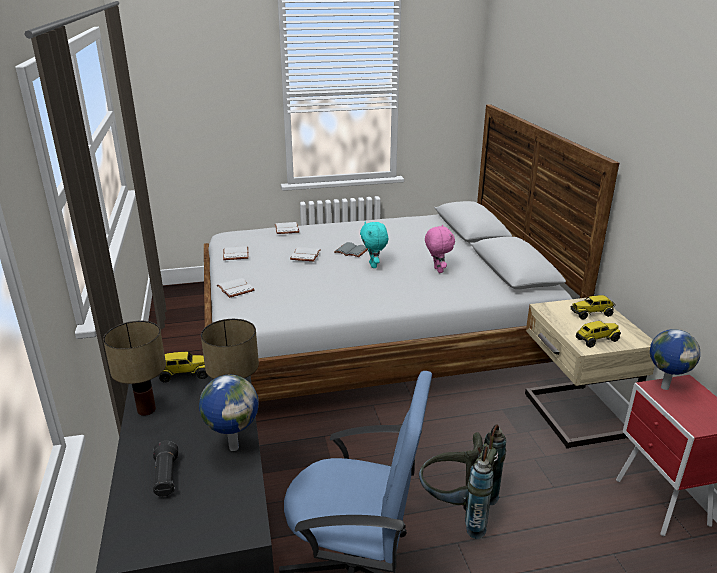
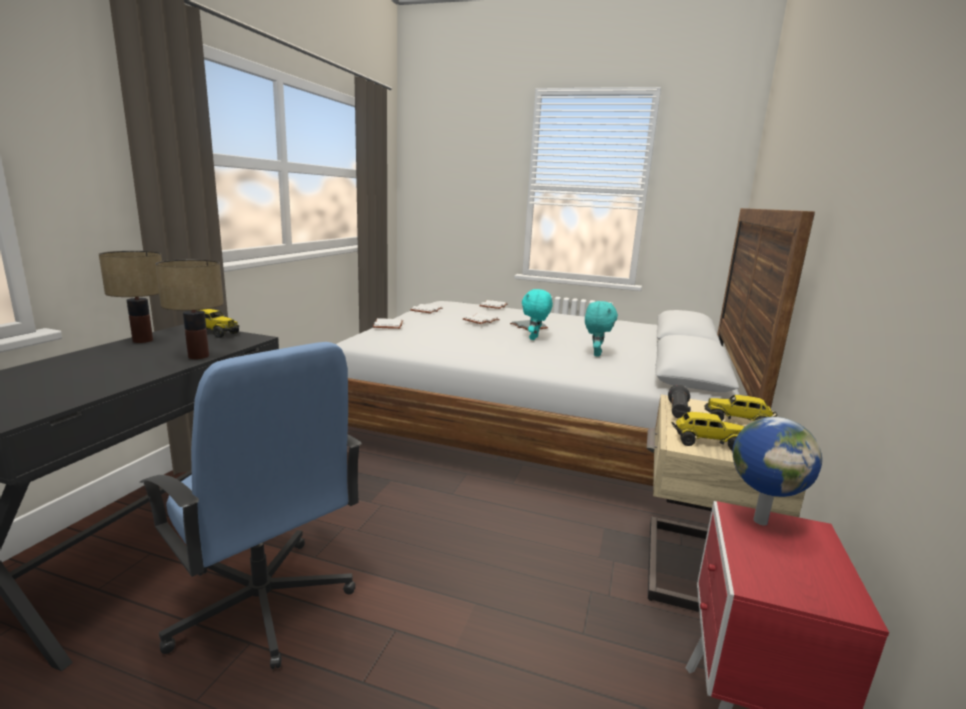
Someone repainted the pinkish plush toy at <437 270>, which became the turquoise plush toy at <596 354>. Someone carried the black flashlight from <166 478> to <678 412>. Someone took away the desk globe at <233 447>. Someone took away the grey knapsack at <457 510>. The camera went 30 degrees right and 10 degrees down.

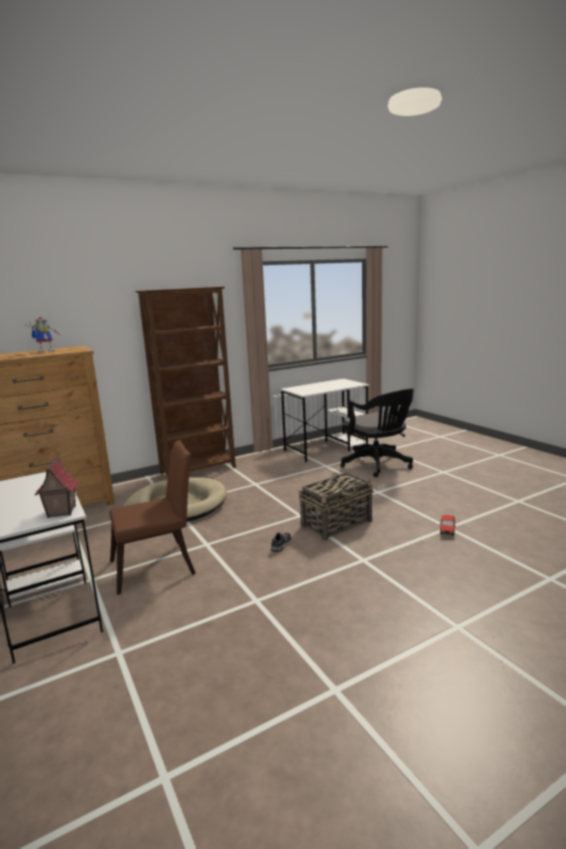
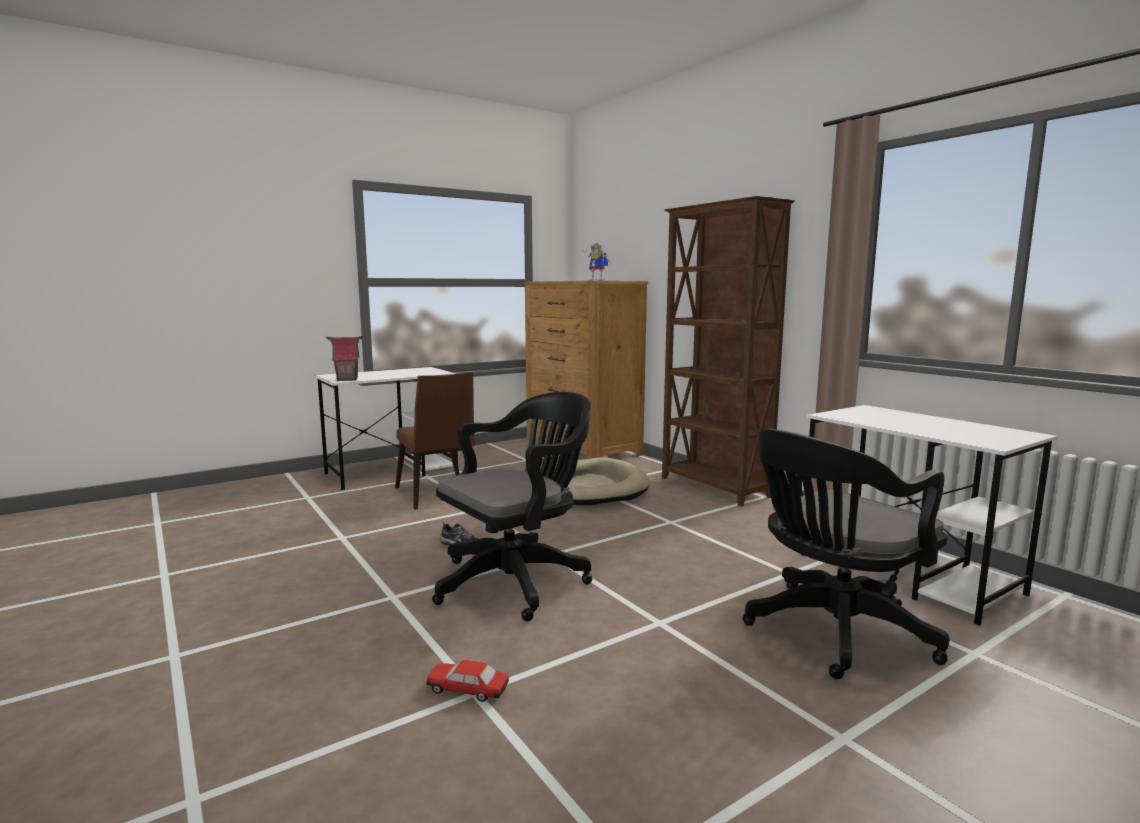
Someone swapped the storage basket at <337 523> for the black computer chair at <517 580>. The camera went 85 degrees right and 5 degrees down.

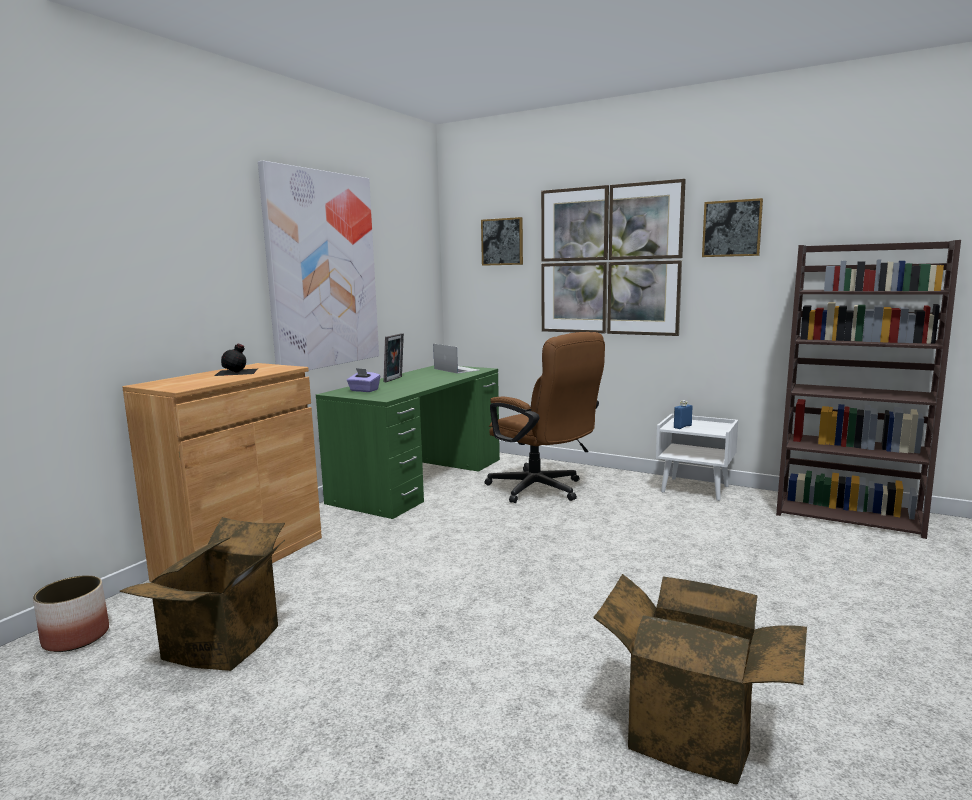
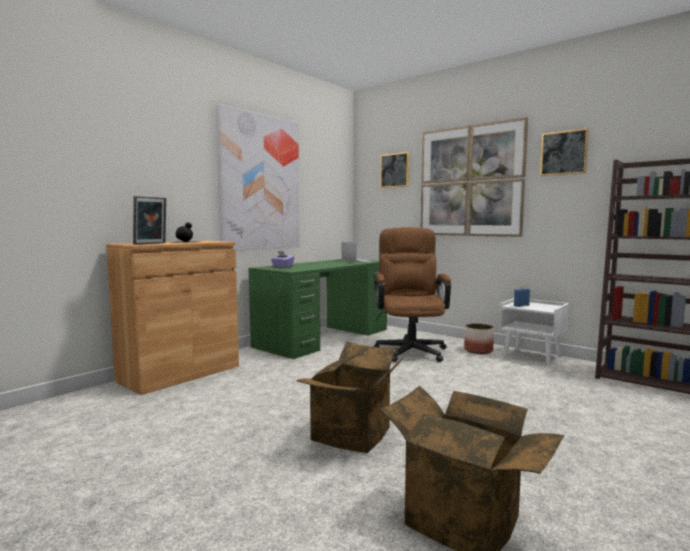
Someone carried the picture frame from <394 379> to <151 244>. Someone carried the cardboard box from <225 644> to <354 435>. Someone rotated the brown computer chair at <542 490> by 150 degrees counterclockwise. Someone carried the plant pot from <76 637> to <478 351>. The camera went 10 degrees right and 5 degrees down.

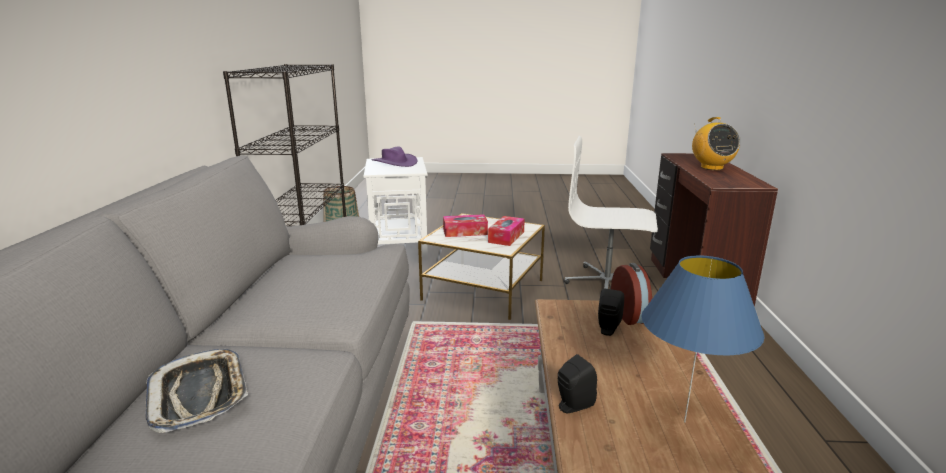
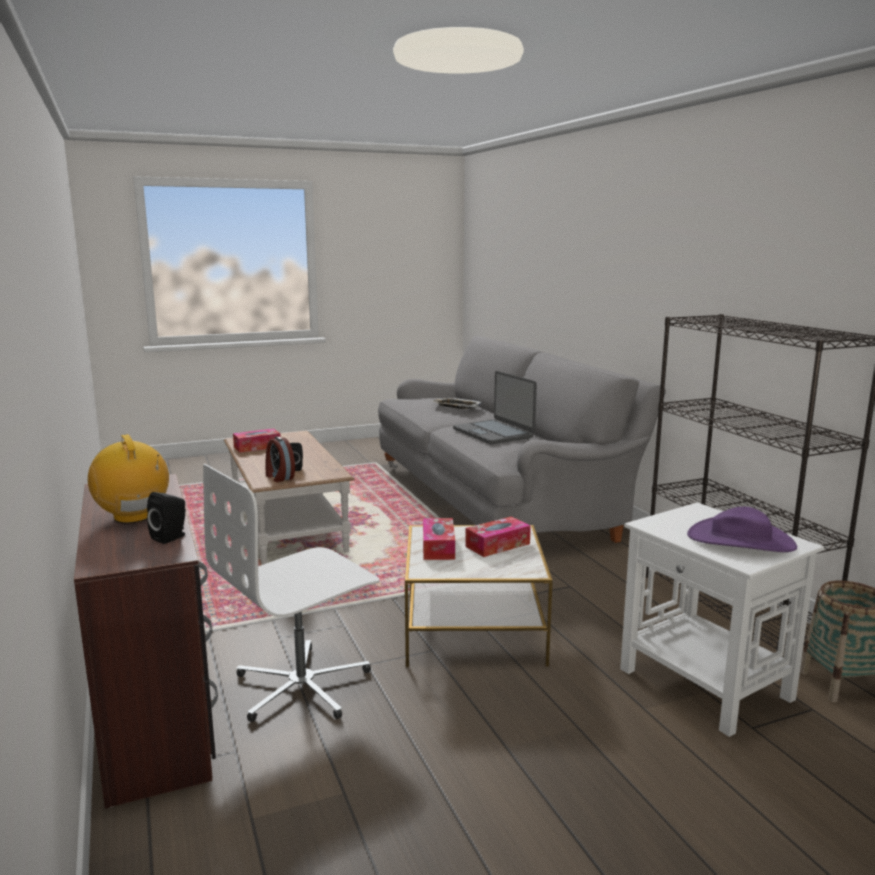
Someone carried the black speaker from <572 406> to <171 537>. Someone rotated the whitish computer chair at <607 283> by 150 degrees clockwise. Someone swapped the blue lamp for a table at <684 422> for the tissue box at <257 447>. Someone put down the portable computer at <494 433>. The camera went 155 degrees right and 5 degrees down.

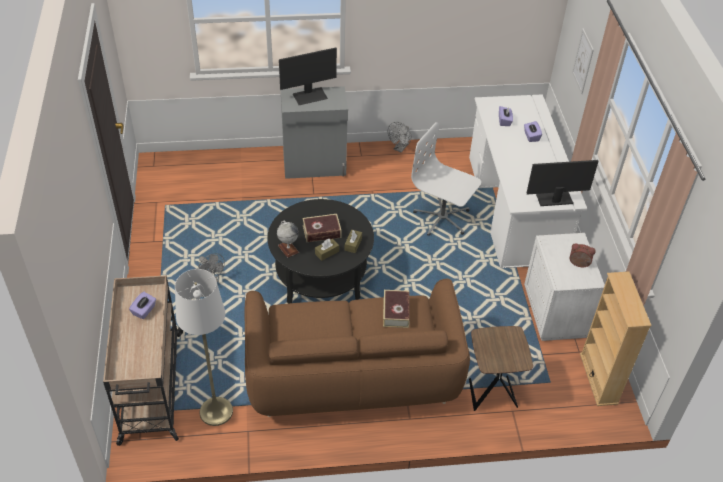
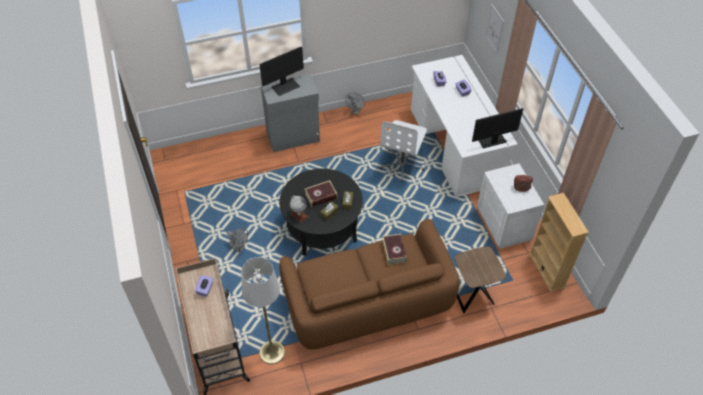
Someone rotated the whitish computer chair at <442 218> by 90 degrees counterclockwise. The camera went 10 degrees left and 5 degrees up.

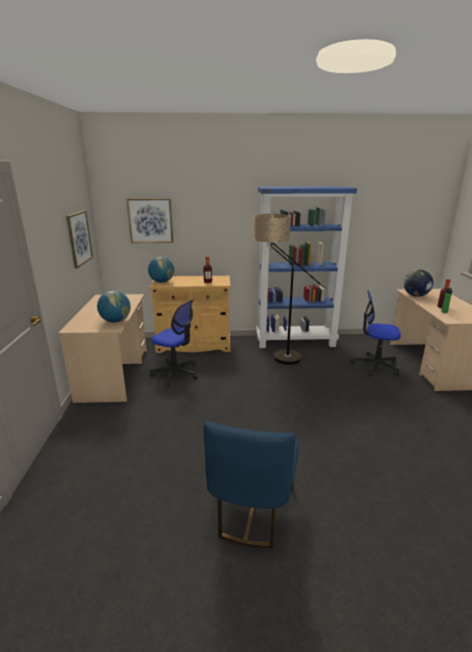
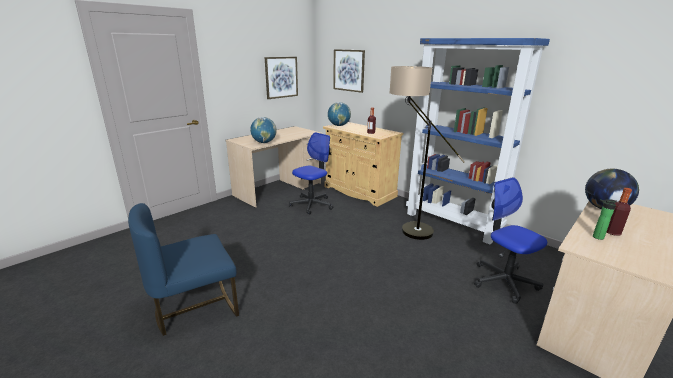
Someone rotated the computer chair at <176 373> by 120 degrees counterclockwise. The camera went 45 degrees right and 0 degrees up.

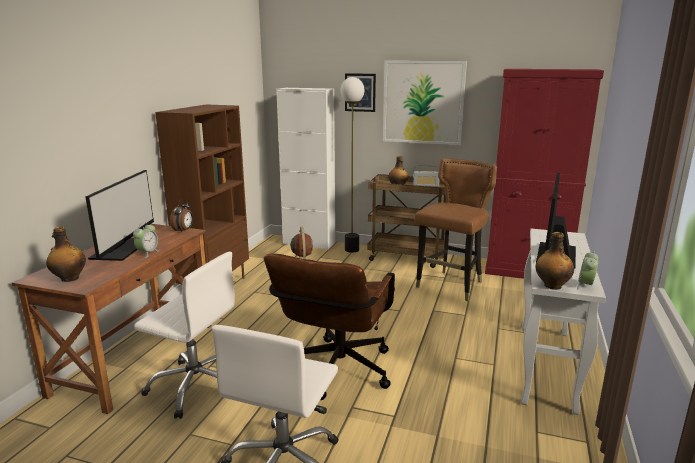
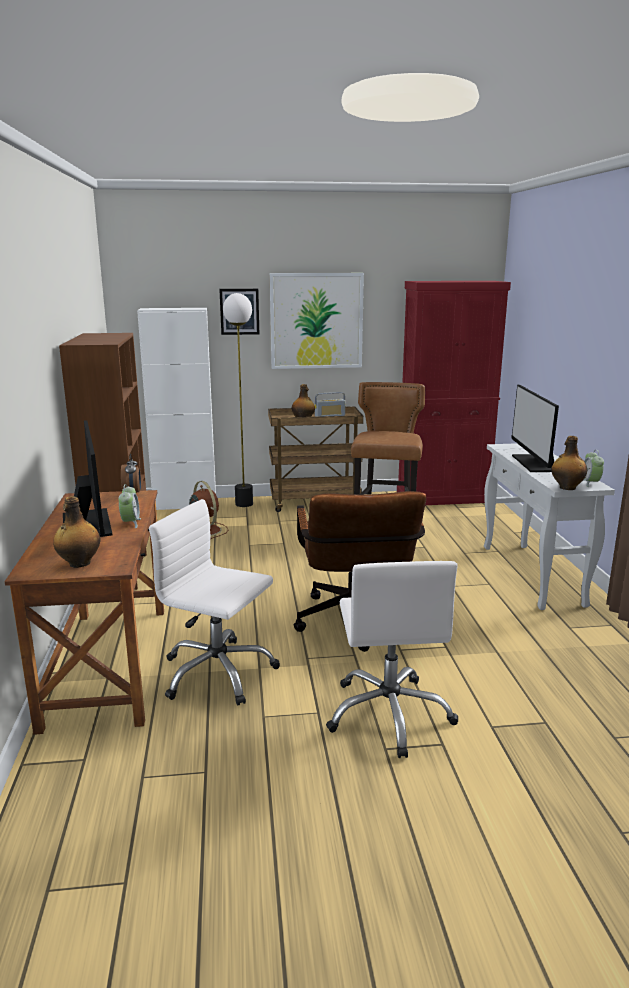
Someone rotated the whitish computer chair at <196 386> by 150 degrees counterclockwise. The camera went 25 degrees left and 0 degrees up.

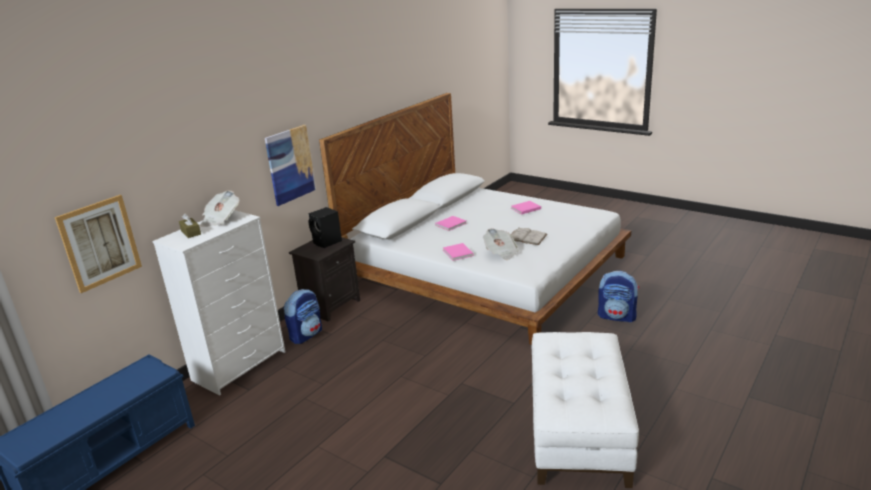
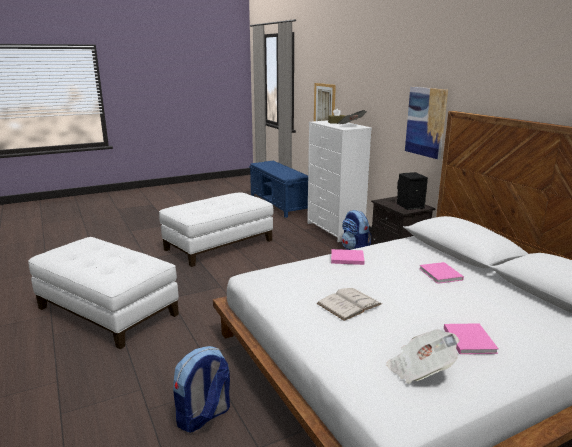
Someone put down the whitish ottoman at <219 245>. Someone carried the newspaper from <501 253> to <420 370>. The camera went 115 degrees right and 5 degrees down.

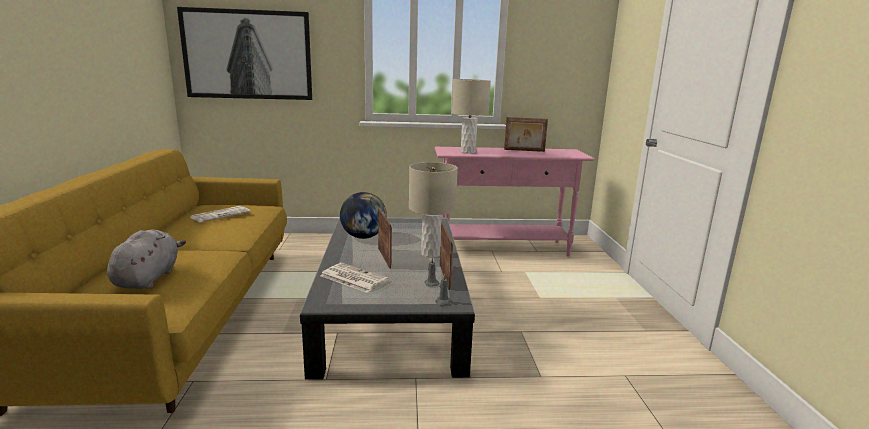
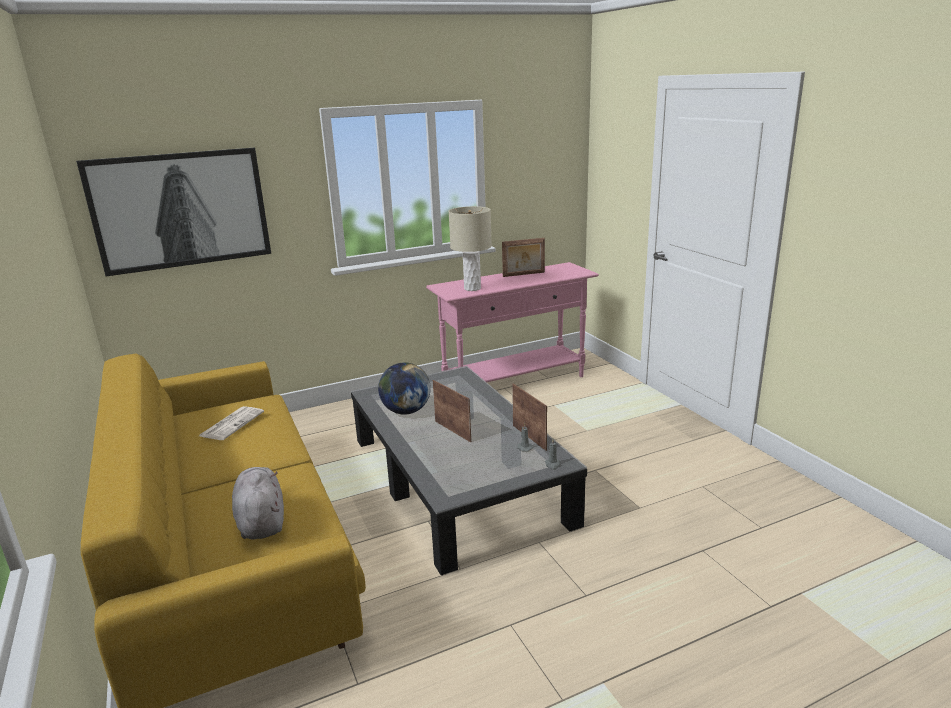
Someone took away the newspaper at <352 278>. Someone took away the beige lamp for a table at <430 254>. The camera went 20 degrees left and 5 degrees up.

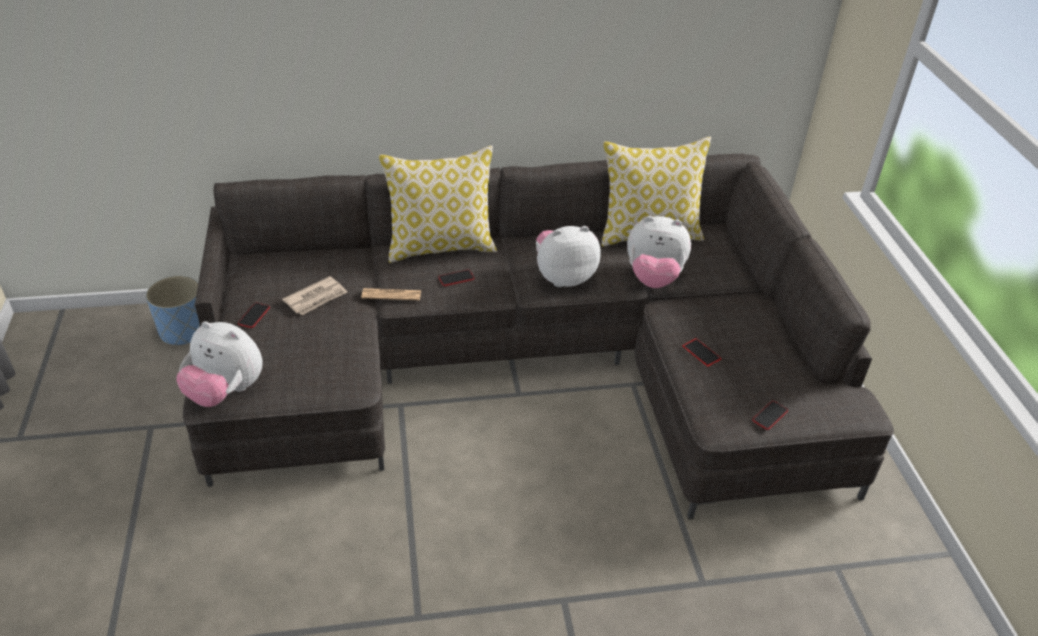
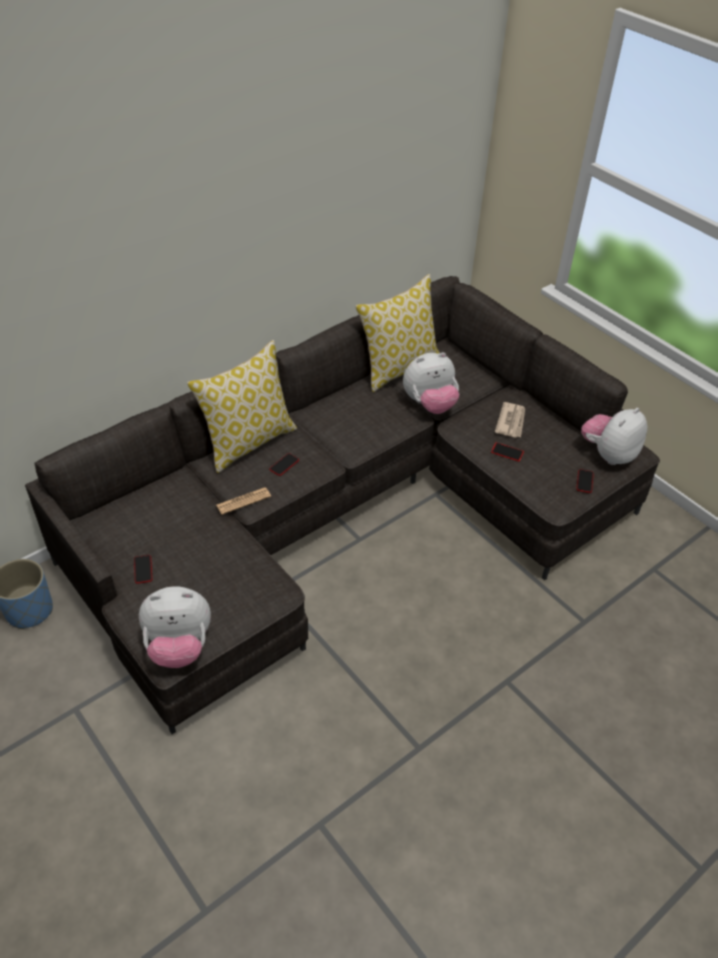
Someone carried the newspaper from <316 298> to <511 422>. Someone carried the plush toy from <563 277> to <608 454>. The camera went 30 degrees left and 5 degrees up.

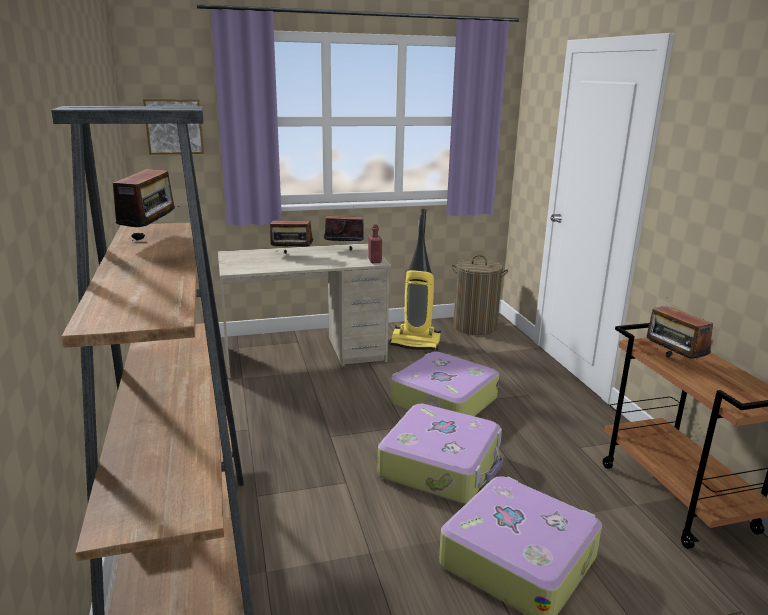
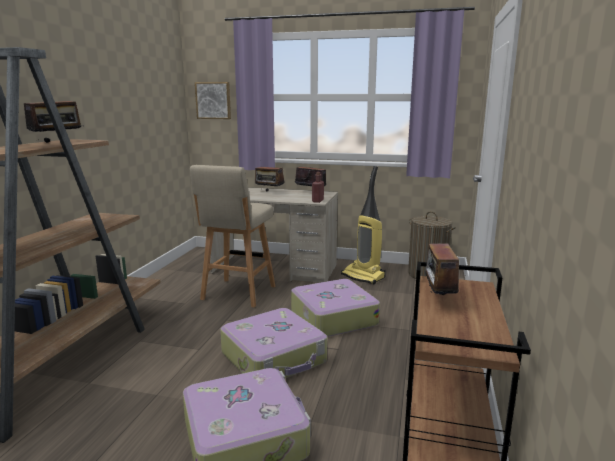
Someone put down the beige stool seat at <237 294>. The camera went 30 degrees right and 5 degrees down.

